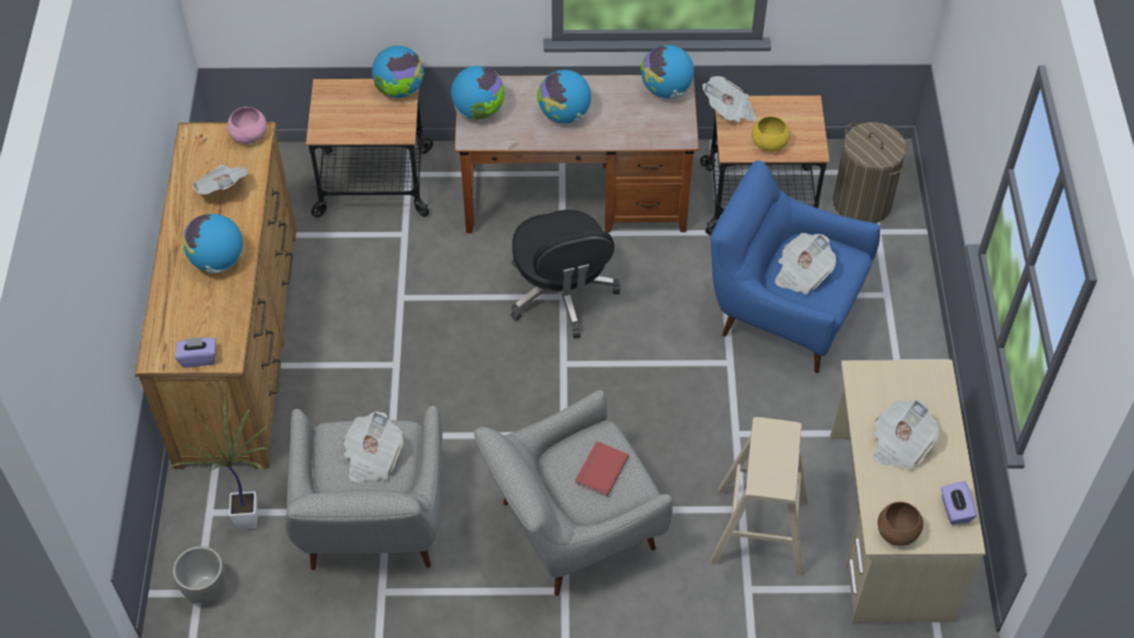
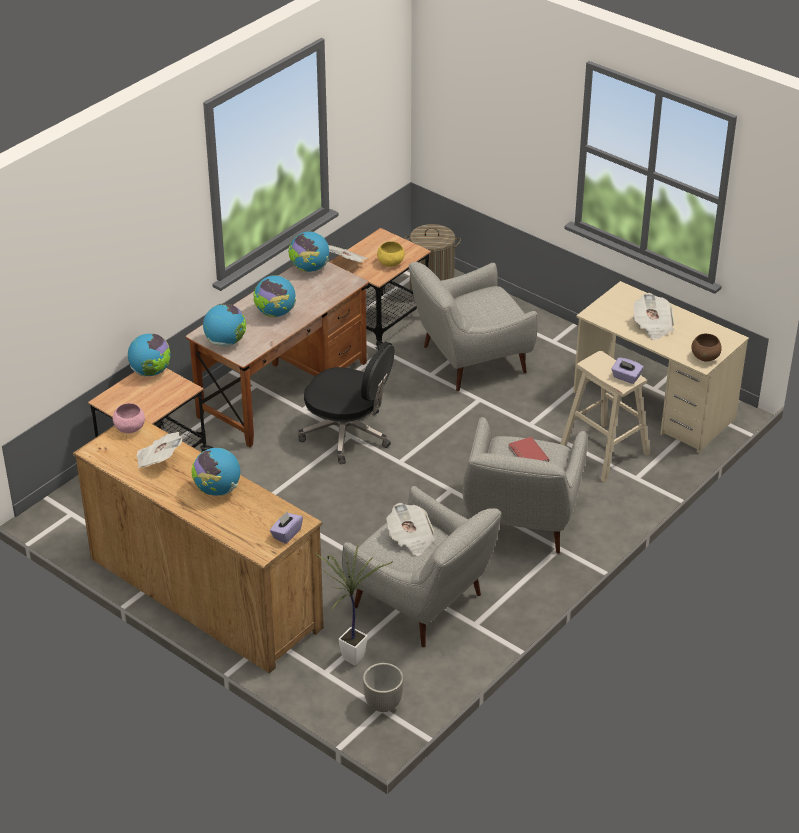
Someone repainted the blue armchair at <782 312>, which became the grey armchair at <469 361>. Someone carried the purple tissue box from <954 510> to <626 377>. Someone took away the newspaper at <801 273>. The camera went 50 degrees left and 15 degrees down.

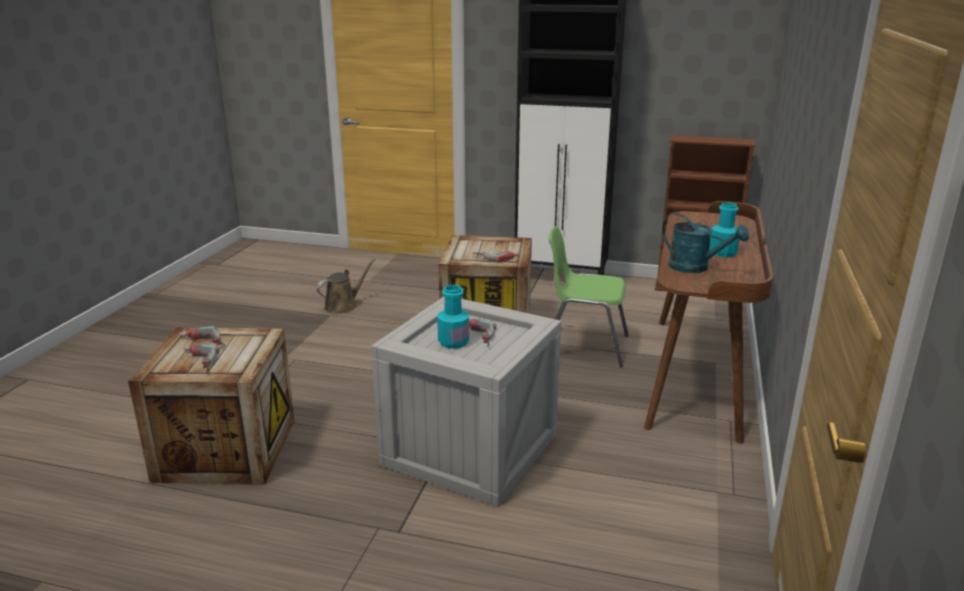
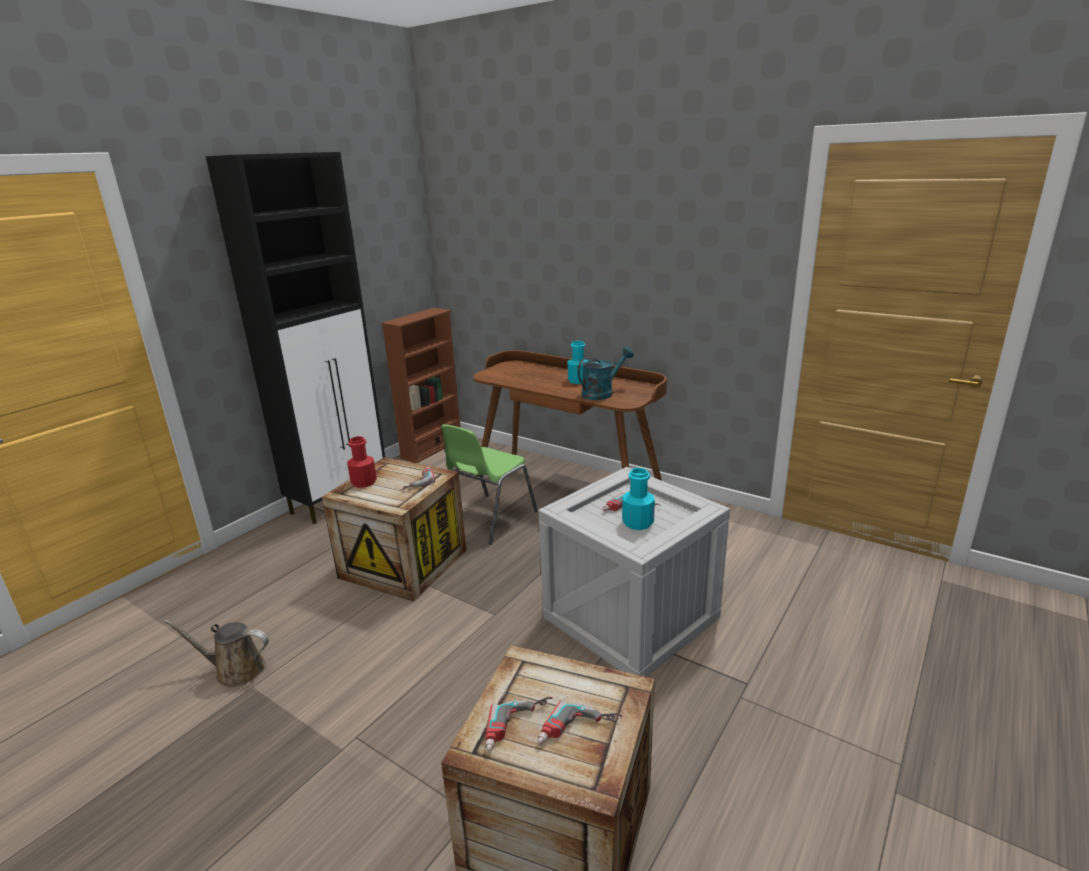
Someone rotated the brown watering pot at <343 306> by 60 degrees counterclockwise. Someone put down the red drink bottle at <364 482>. The camera went 70 degrees left and 0 degrees up.

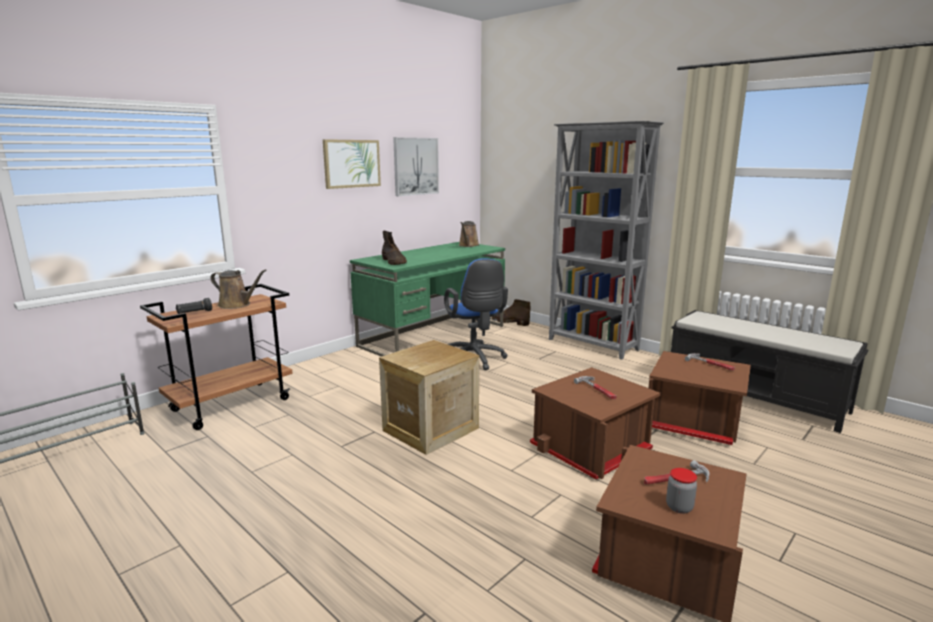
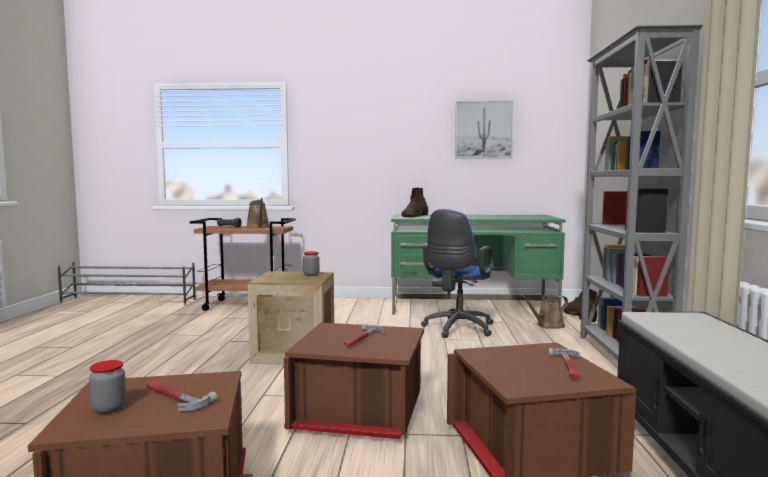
Someone put down the storage jar at <311 275>. Someone carried the brown watering pot from <468 245> to <548 325>. Someone took away the picture at <351 163>. The camera went 50 degrees right and 10 degrees down.

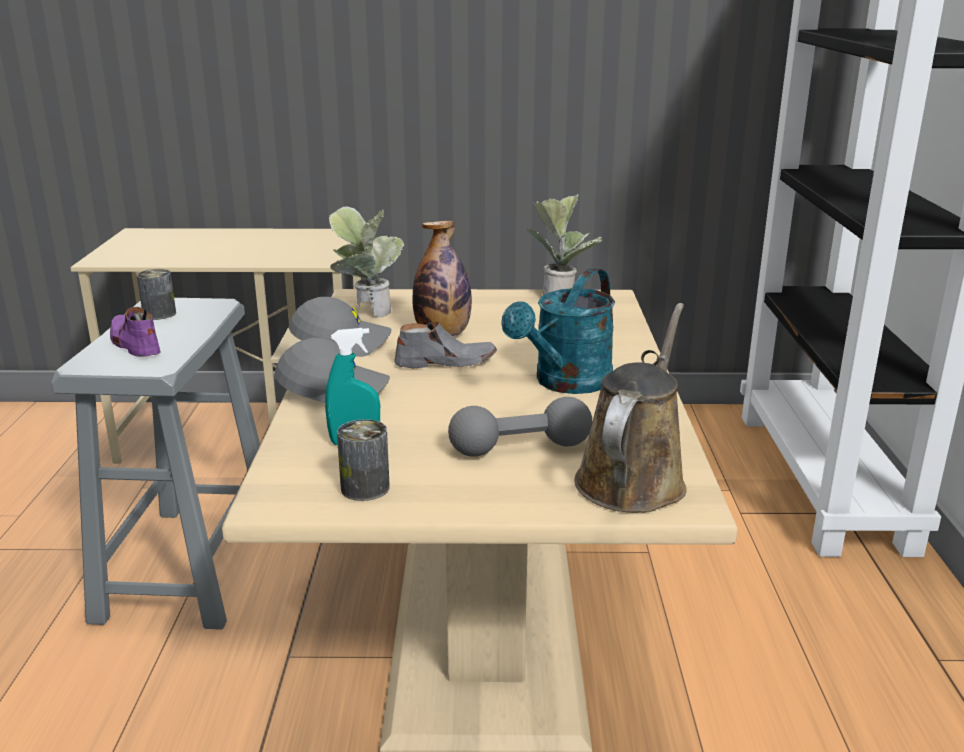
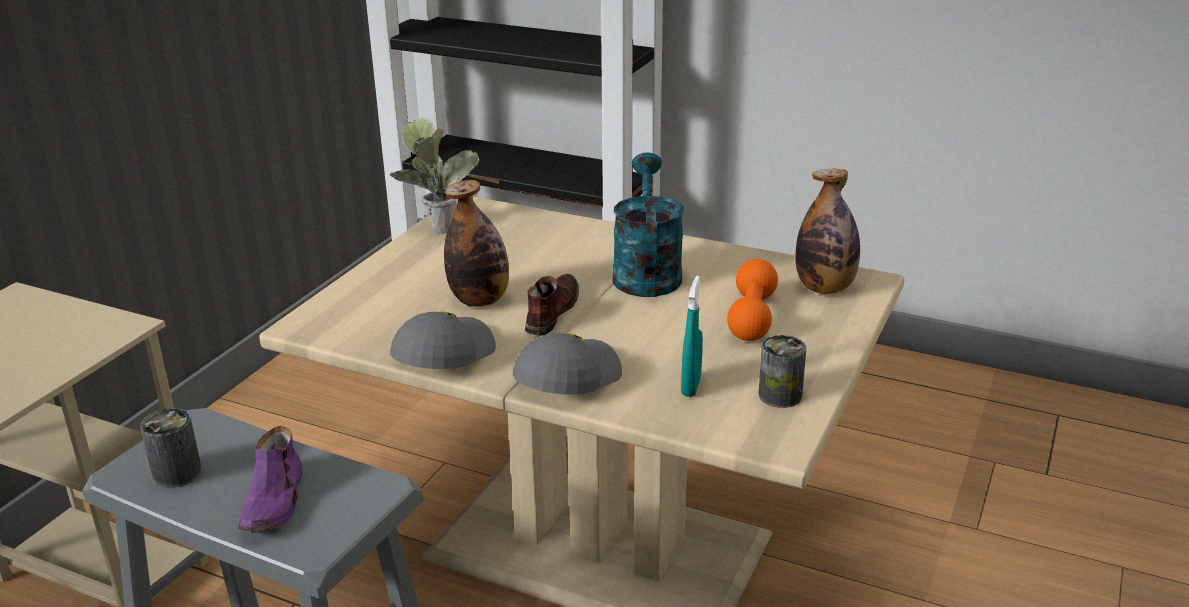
Someone rotated the purple shoe at <134 344> by 75 degrees counterclockwise. Someone repainted the grey shoe at <445 362>, which became the brown shoe at <551 312>. Someone rotated the turquoise watering pot at <566 383> by 150 degrees counterclockwise. Someone repainted the grey hand weight at <520 448>, which became the orangey hand weight at <752 317>. Someone swapped the brown watering pot at <633 478> for the drink bottle at <824 288>. Someone took away the potted plant at <367 311>. The camera went 65 degrees left and 5 degrees up.

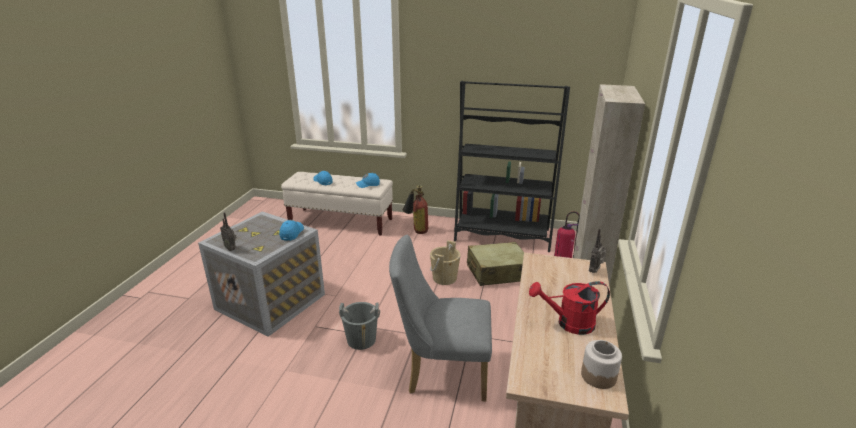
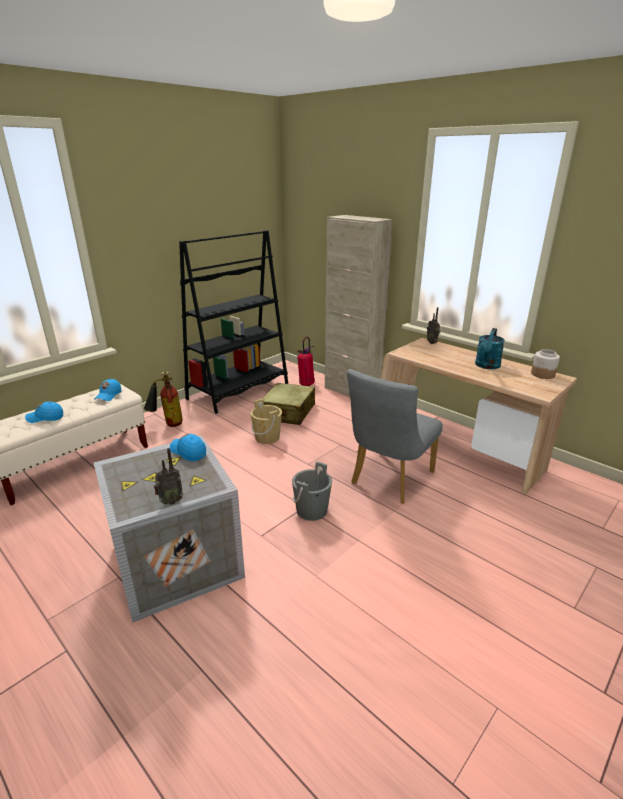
Someone repainted the red watering pot at <569 323>, which became the turquoise watering pot at <486 366>. The camera went 60 degrees left and 0 degrees up.

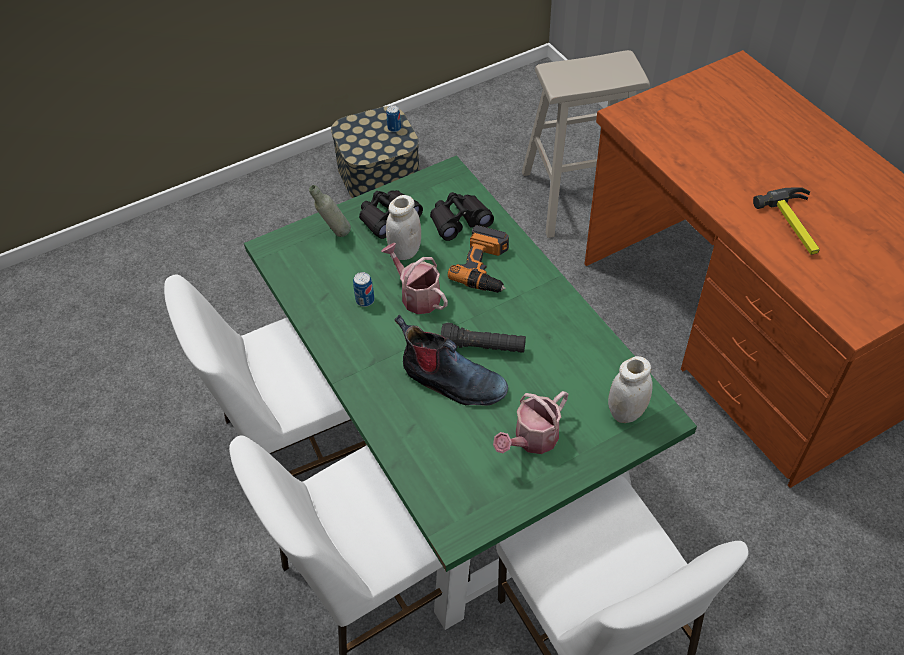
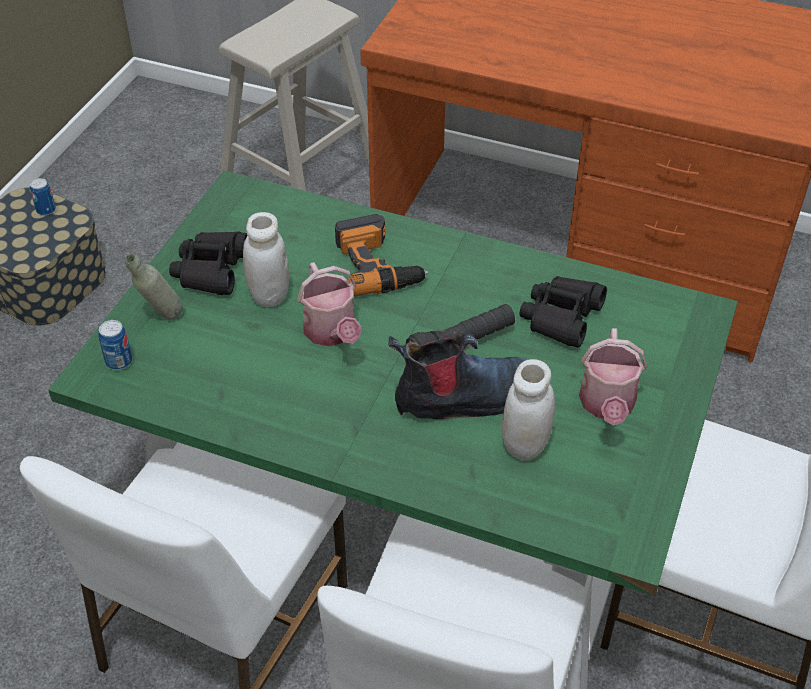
Someone carried the metal can from <365 300> to <119 361>. Someone rotated the watering pot at <417 295> by 120 degrees counterclockwise. Someone carried the whitish storage jar from <626 412> to <525 445>. Someone carried the black binoculars from <459 221> to <561 317>. Someone took away the hand hammer at <796 225>. The camera went 40 degrees left and 5 degrees down.

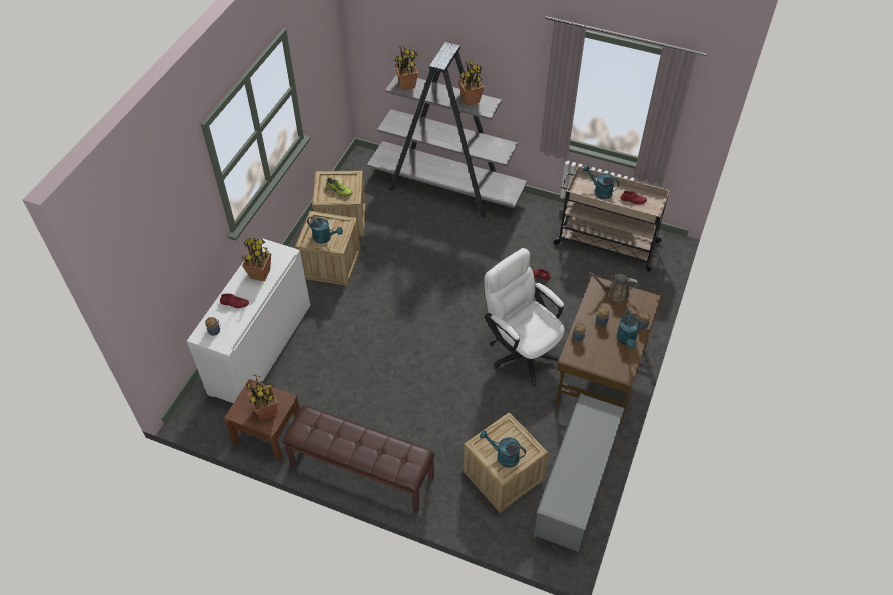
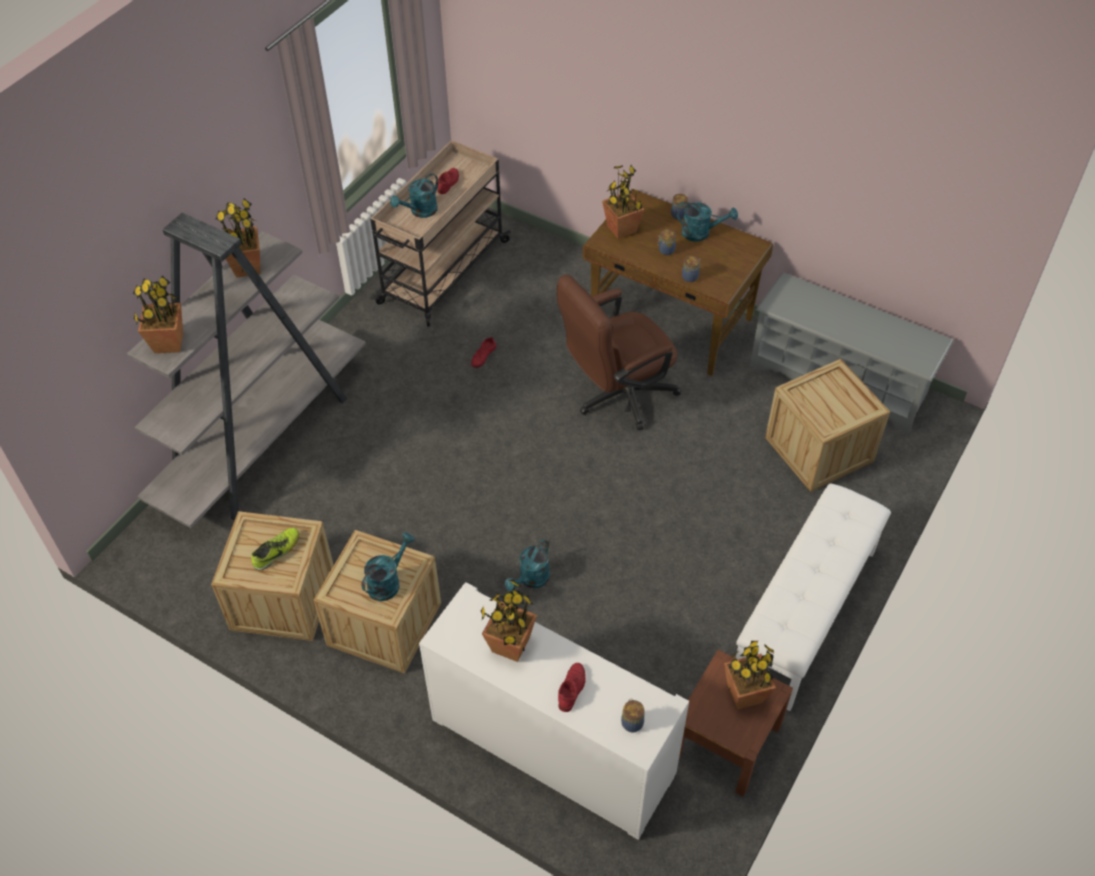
Someone carried the turquoise watering pot from <503 456> to <531 580>. Someone repainted the whitish computer chair at <522 350>, which became the brown computer chair at <616 396>. Someone swapped the brown watering pot at <614 294> for the potted plant at <622 229>. Someone repainted the brown long seat at <361 472>, which became the whitish long seat at <805 615>. The camera went 80 degrees left and 0 degrees up.

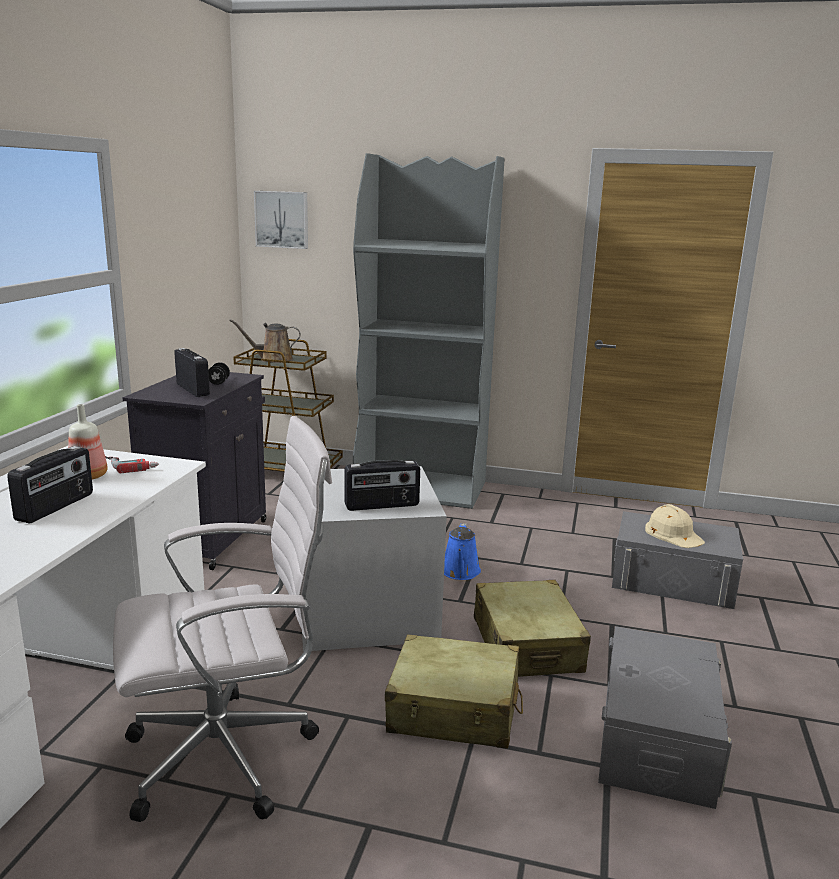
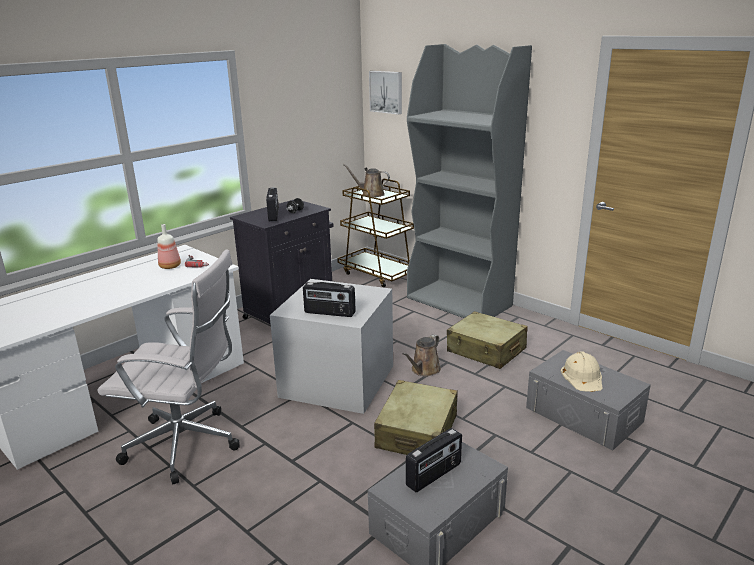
Someone repainted the blue watering pot at <460 573>, which became the brown watering pot at <424 370>. Someone carried the radio from <56 507> to <434 475>. Someone carried the beige travel case from <454 710> to <486 350>. The camera went 30 degrees right and 5 degrees up.

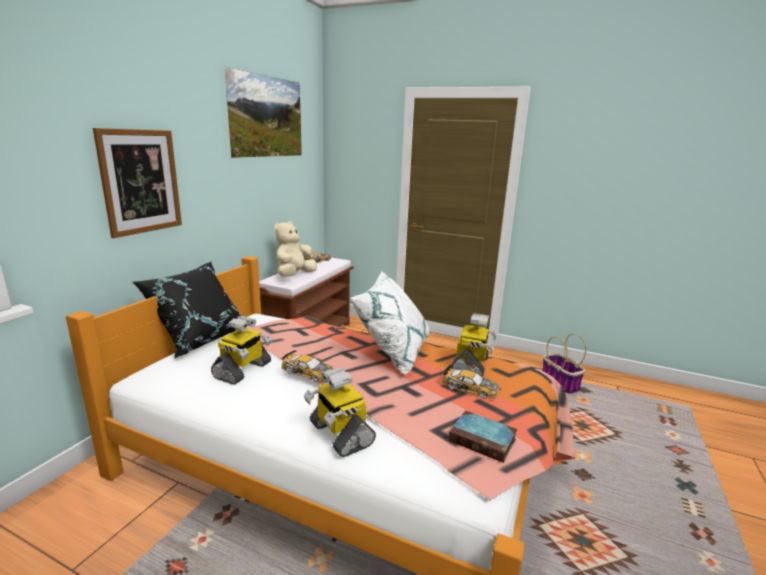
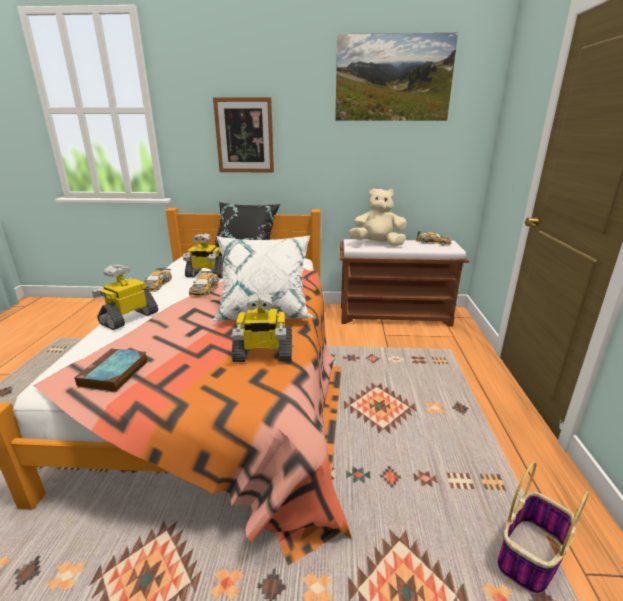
Someone carried the miniature car from <470 388> to <156 285>. The camera went 70 degrees right and 5 degrees up.

